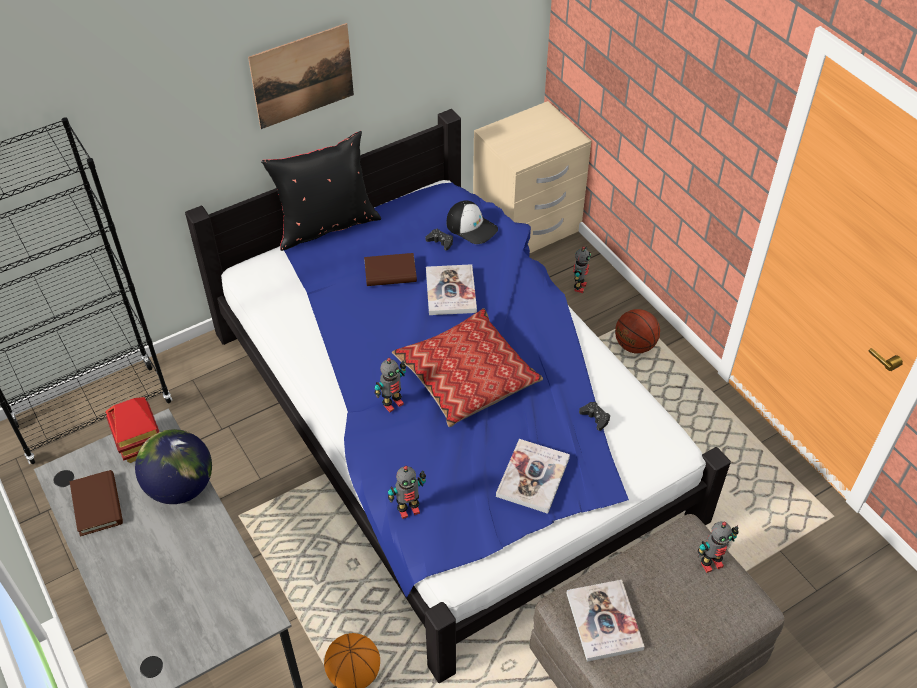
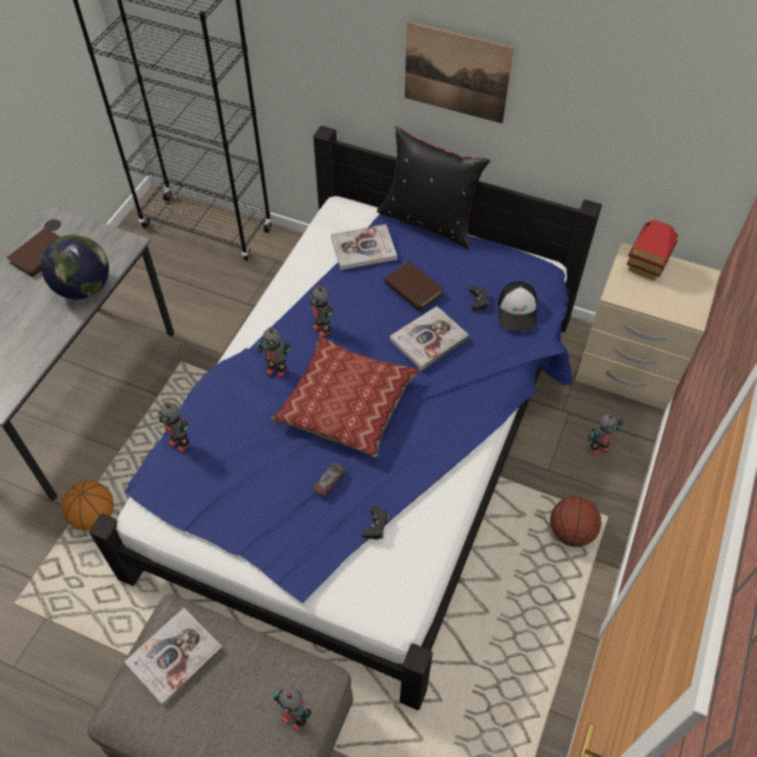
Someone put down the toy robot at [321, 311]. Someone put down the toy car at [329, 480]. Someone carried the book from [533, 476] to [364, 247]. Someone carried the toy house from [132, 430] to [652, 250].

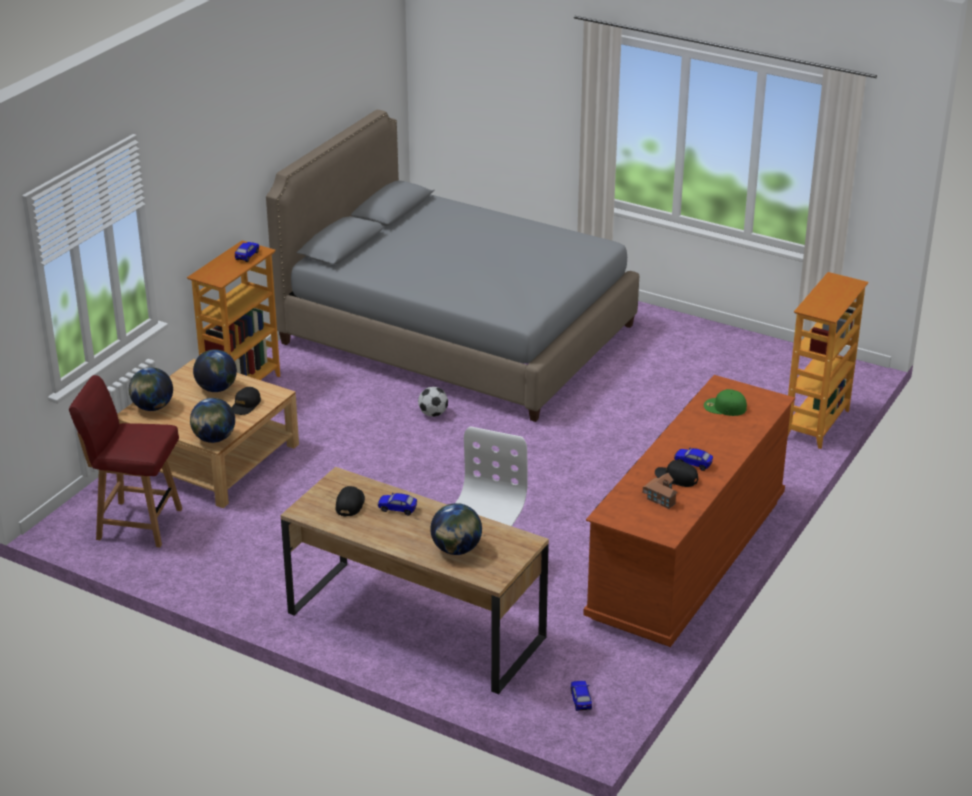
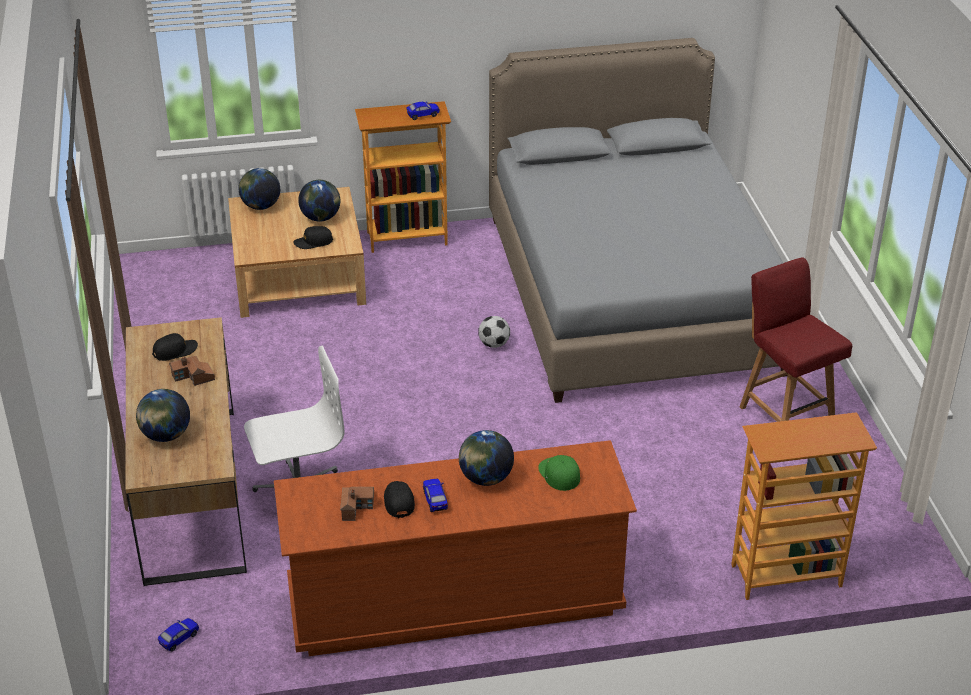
Someone swapped the toy car at [397, 504] for the toy house at [192, 371]. Someone carried the globe from [212, 420] to [486, 458]. Someone carried the red chair from [125, 461] to [796, 339].

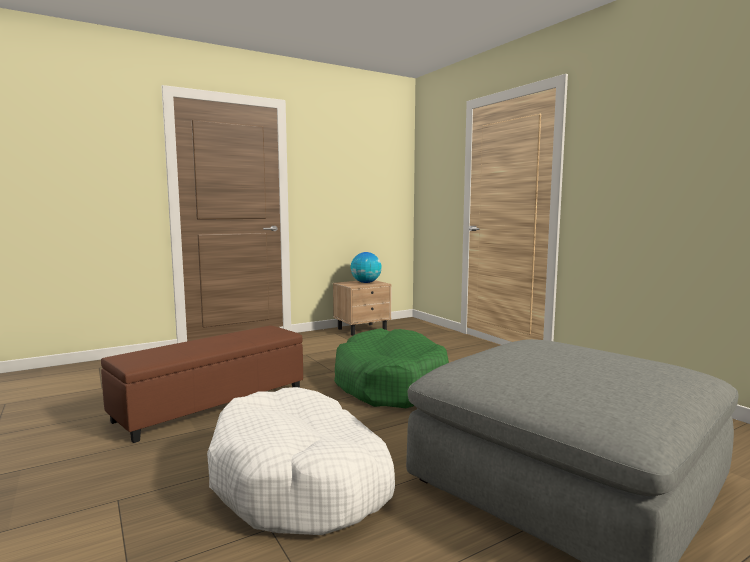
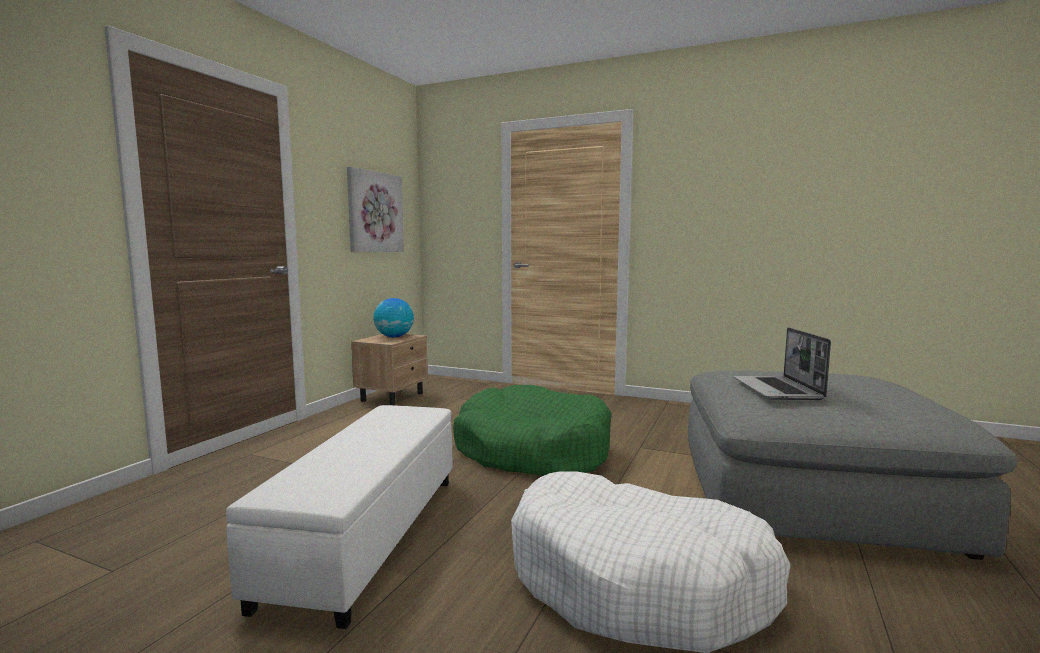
Someone repainted the brown ottoman at [202, 384], which became the white ottoman at [339, 517]. Someone put up the picture at [375, 209]. Someone put down the laptop at [782, 363].

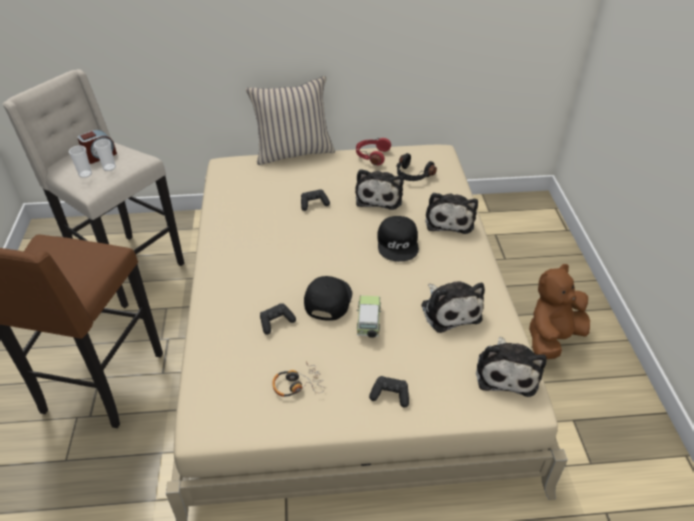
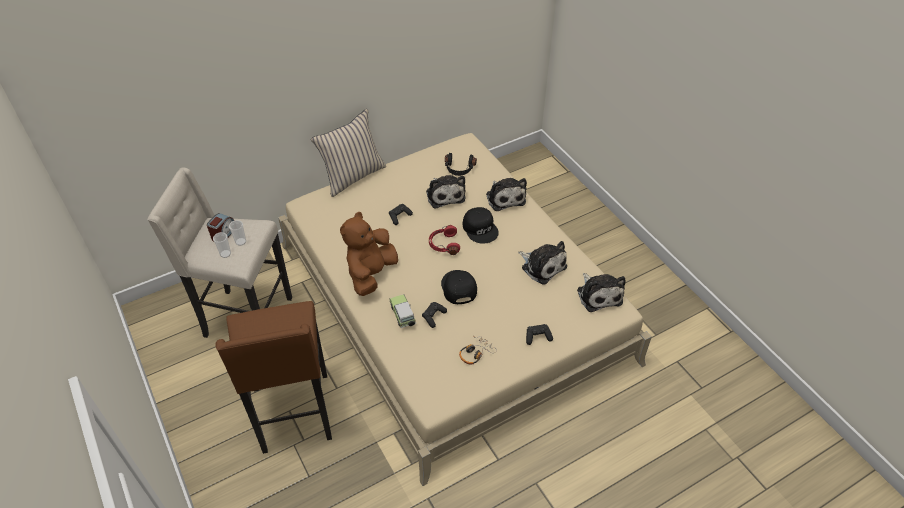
Someone carried the brown plush toy from [559, 311] to [369, 254]. Someone carried the toy car from [369, 316] to [403, 311]. Someone carried the red headphones from [373, 151] to [444, 240].

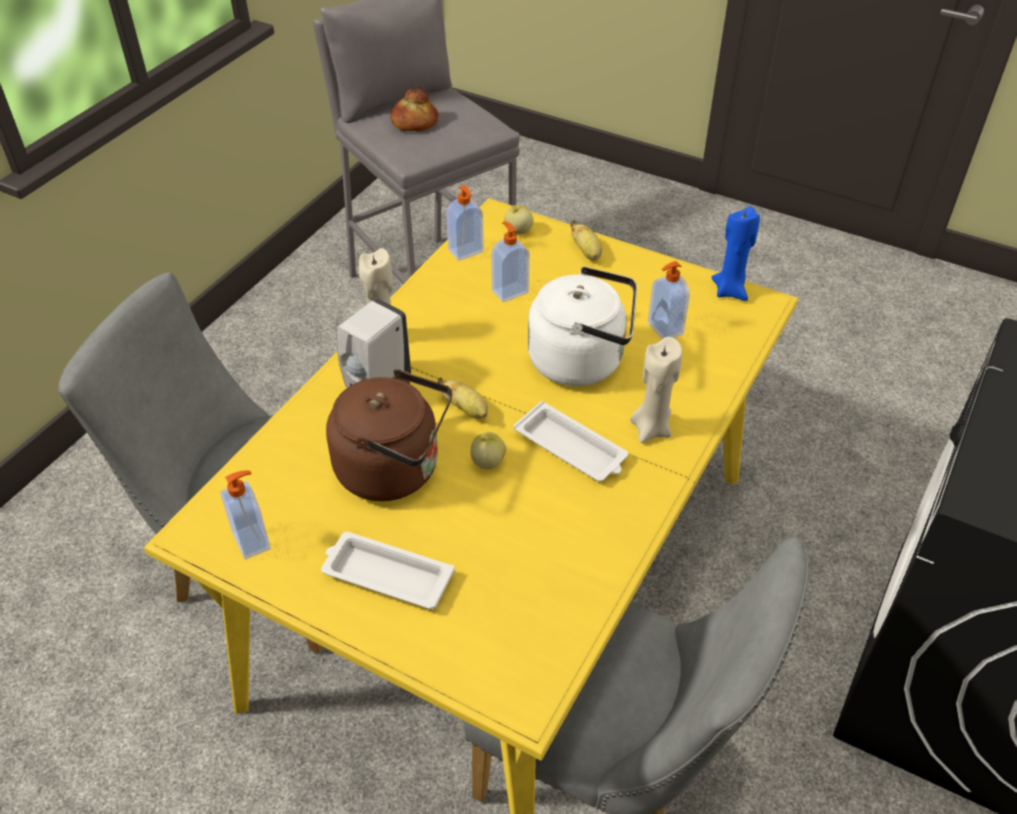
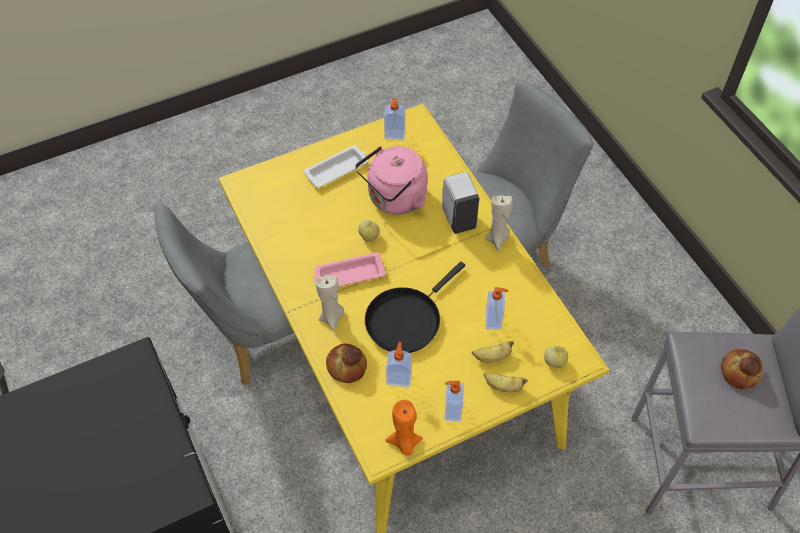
Someone repainted the white tray at [570, 441], which became the pink tray at [350, 269]. Someone put down the bread at [346, 363]. Someone repainted the brown kettle at [389, 435], which became the pink kettle at [391, 180]. Someone swapped the white kettle at [582, 326] for the black frying pan at [415, 307]. Someone repainted the blue candle at [735, 253], which became the orange candle at [404, 427]. Someone carried the soap dispenser from [465, 223] to [454, 401]. Someone carried the banana from [463, 397] to [493, 352].

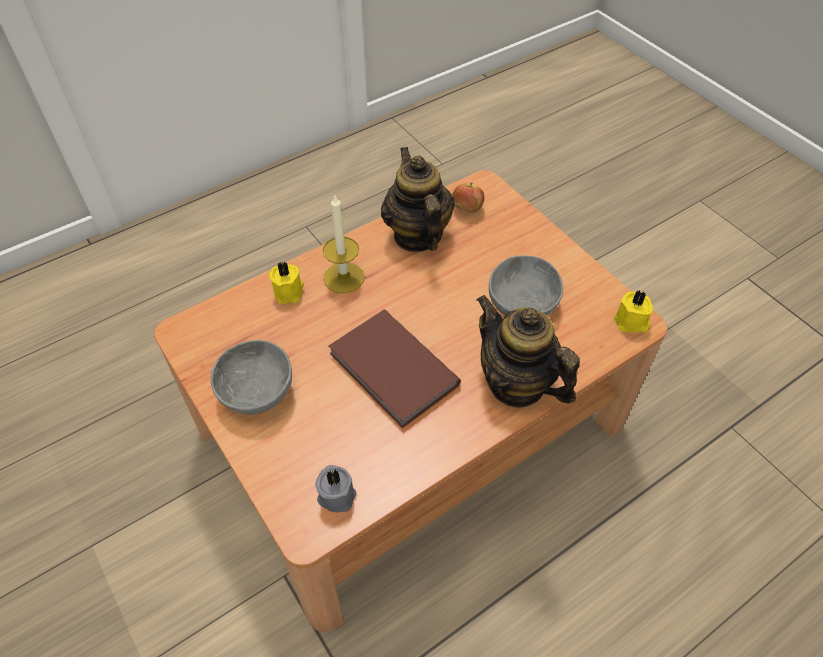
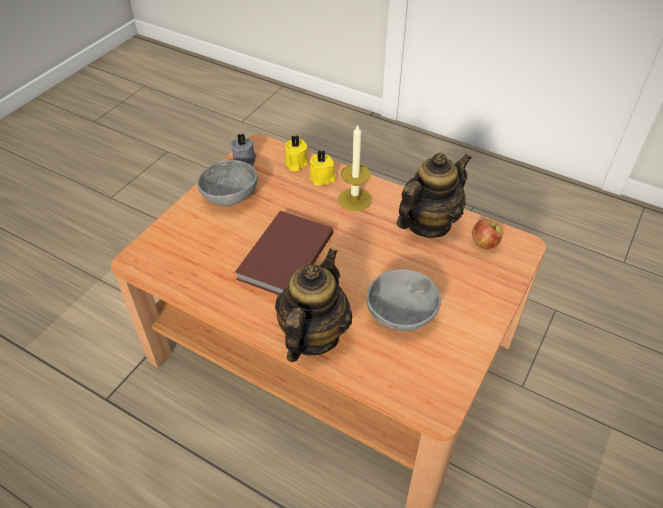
Someone carried the grey candle from [335, 488] to [243, 150]. Someone carried the yellow candle from [633, 311] to [296, 153].

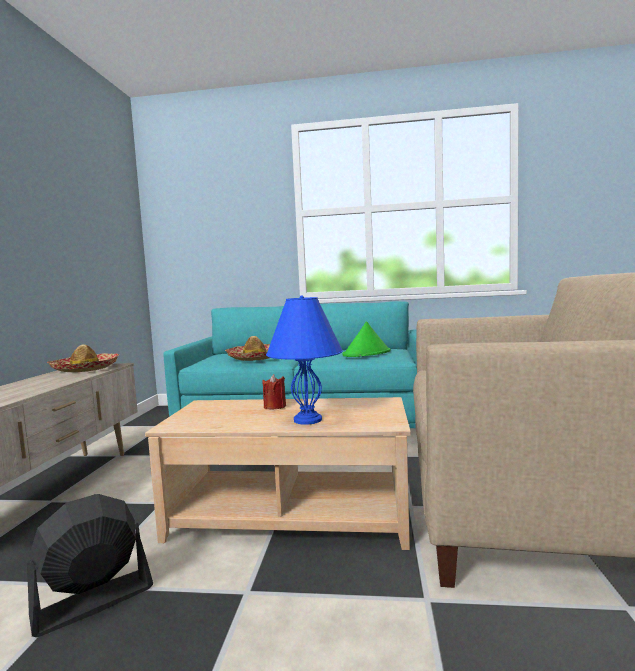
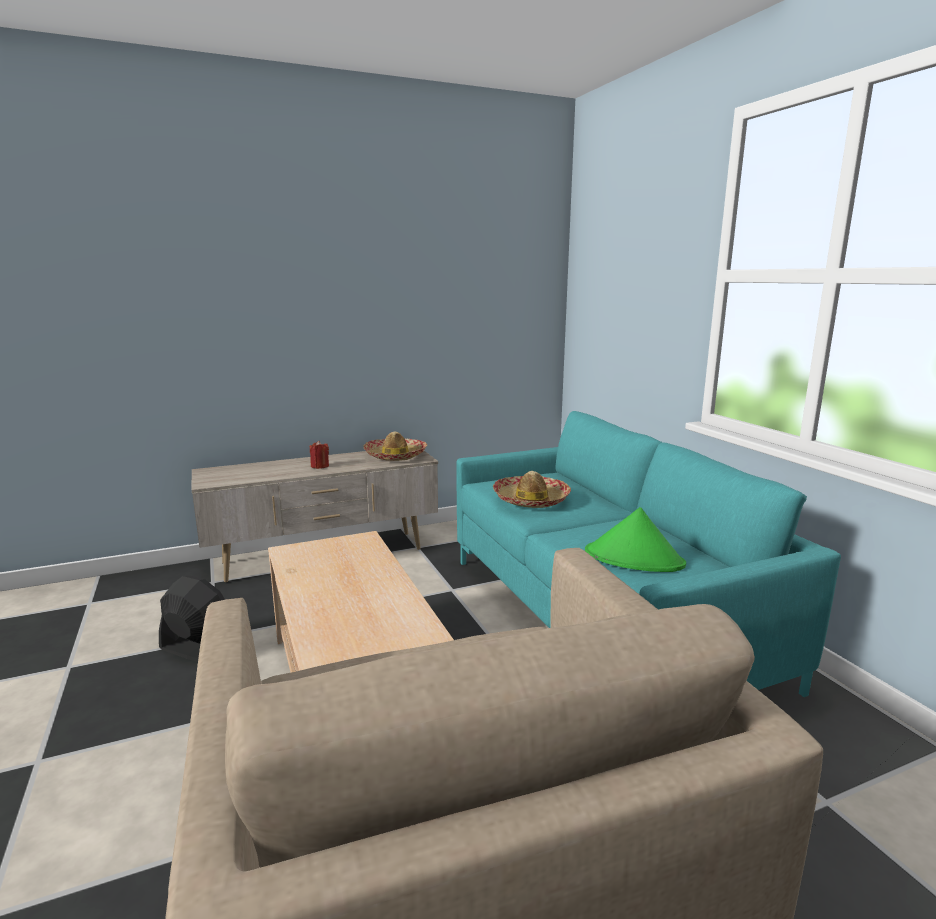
Someone carried the red candle from [274, 391] to [319, 455]. Someone took away the blue table lamp at [304, 360].

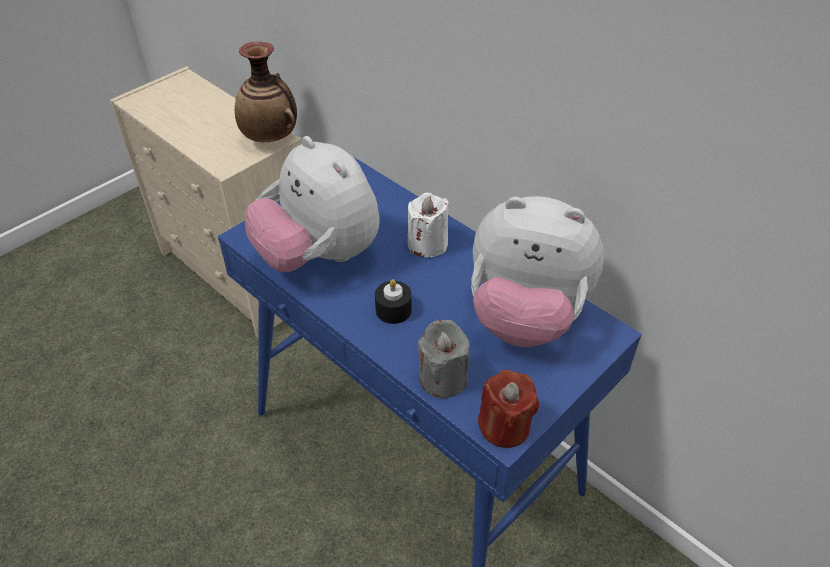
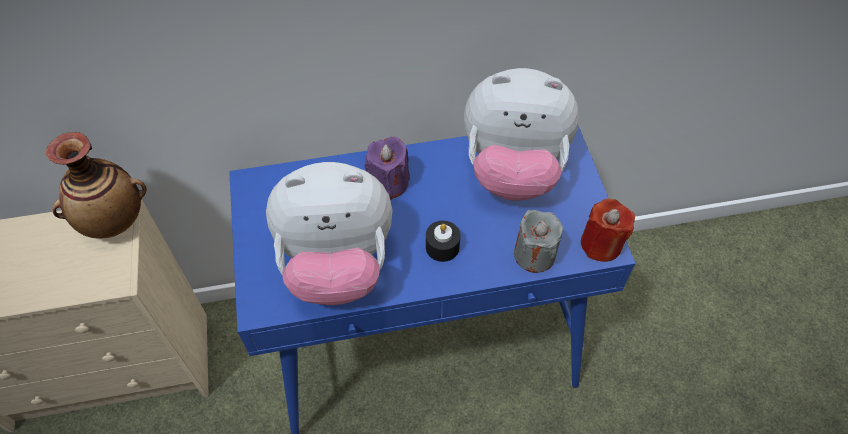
Someone repainted the white candle at [429, 225], which became the purple candle at [387, 168]. Someone rotated the plush toy at [537, 271] by 45 degrees clockwise.

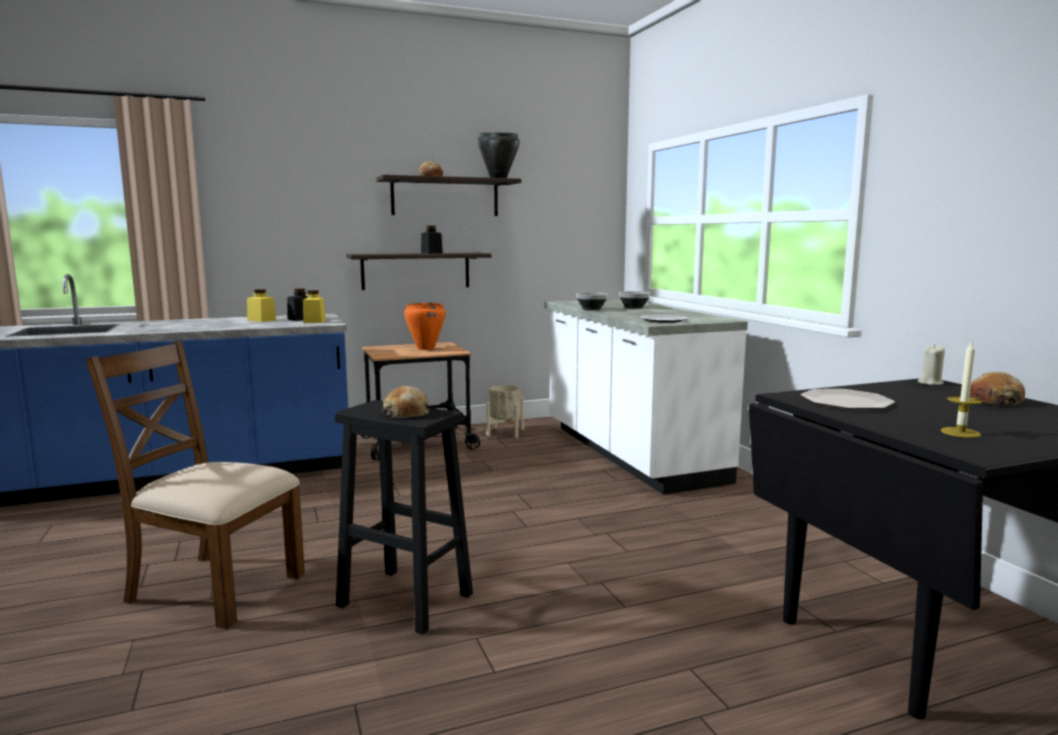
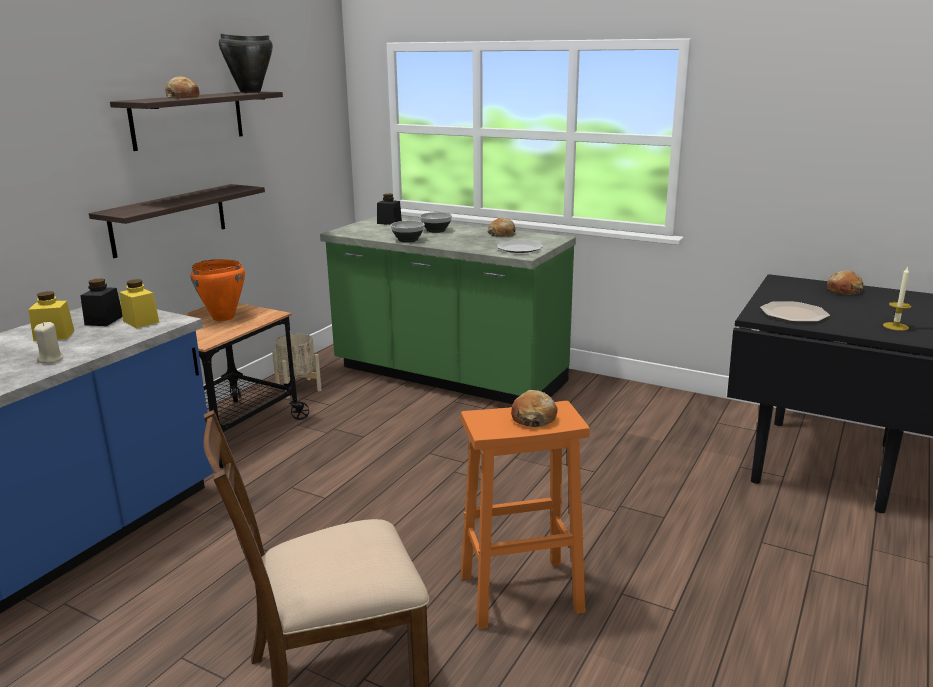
Someone carried the beige candle from [931, 365] to [48, 342]. Someone repainted the white counter at [646, 397], which became the green counter at [448, 310]. Someone carried the black jar from [432, 240] to [389, 209]. Someone repainted the black stool at [404, 517], which became the orange stool at [525, 515]. Someone put down the bread at [502, 227].

